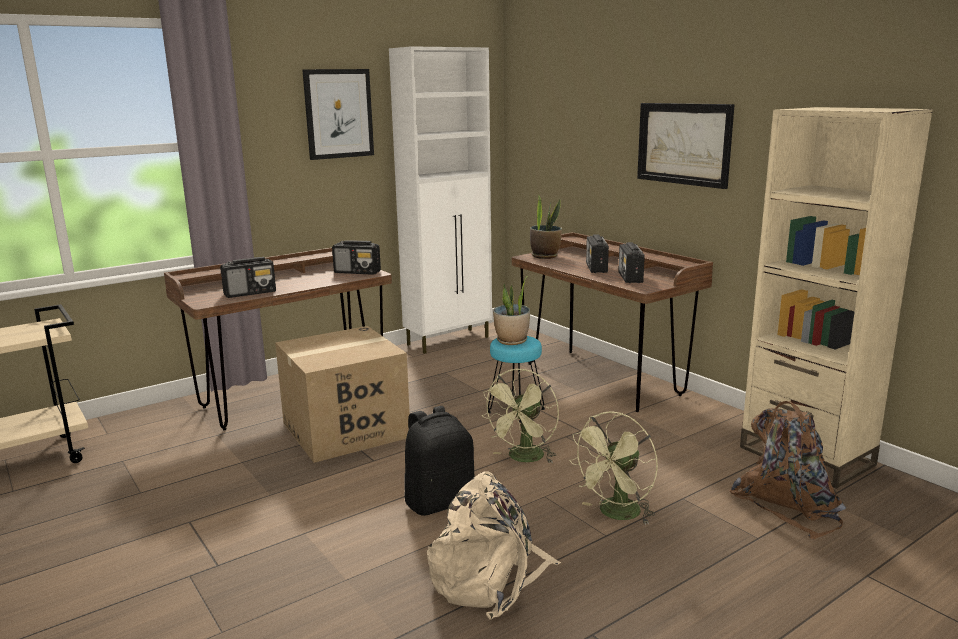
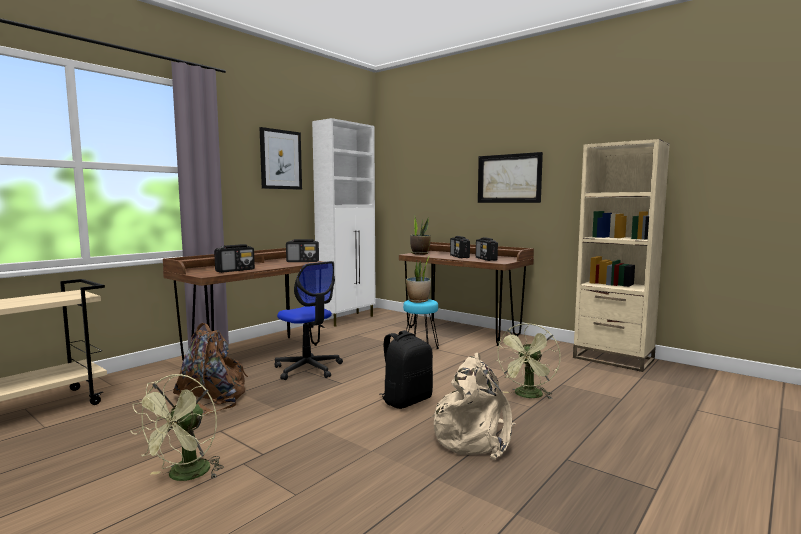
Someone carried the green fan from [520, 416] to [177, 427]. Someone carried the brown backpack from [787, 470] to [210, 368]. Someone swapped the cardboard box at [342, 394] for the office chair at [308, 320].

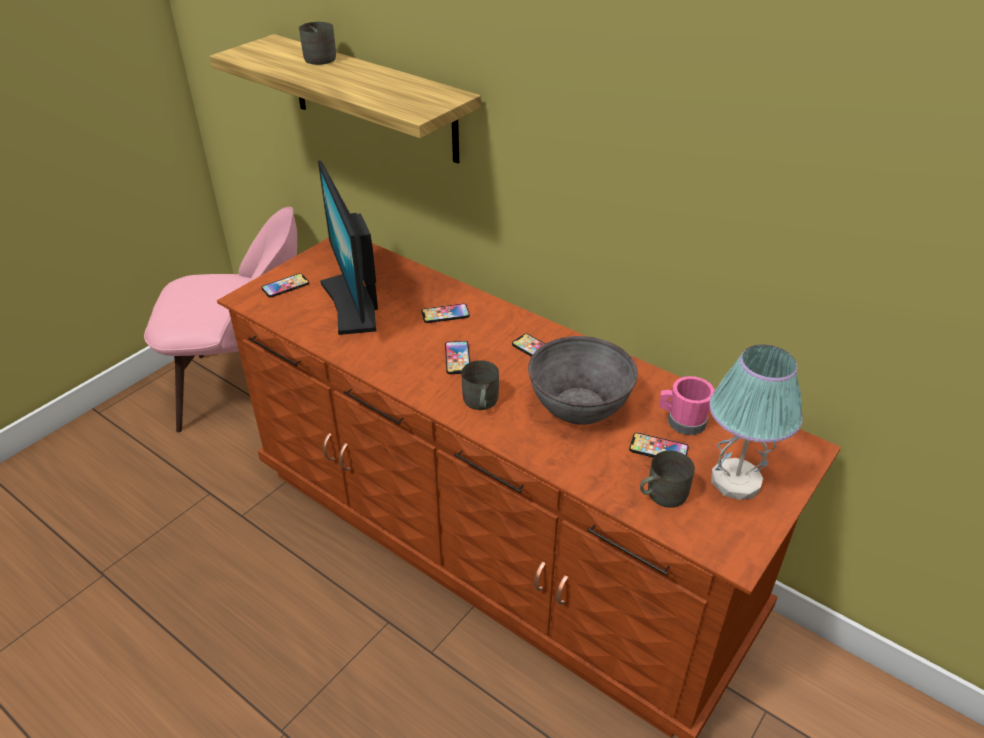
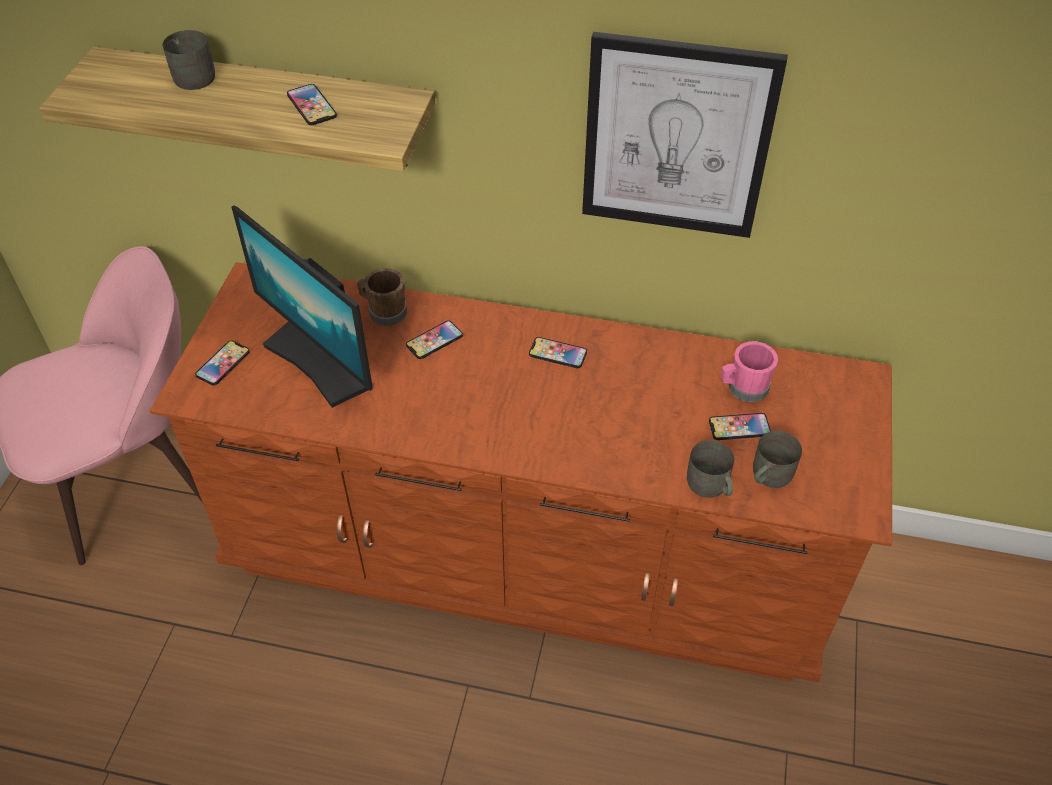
Someone carried the phone from [457, 357] to [312, 104]. Someone put down the brown mug at [382, 297]. Someone put up the picture at [685, 135]. Someone carried the grey mug from [480, 385] to [710, 469]. Someone took away the grey bowl at [583, 380]. Someone took away the table lamp at [756, 422].

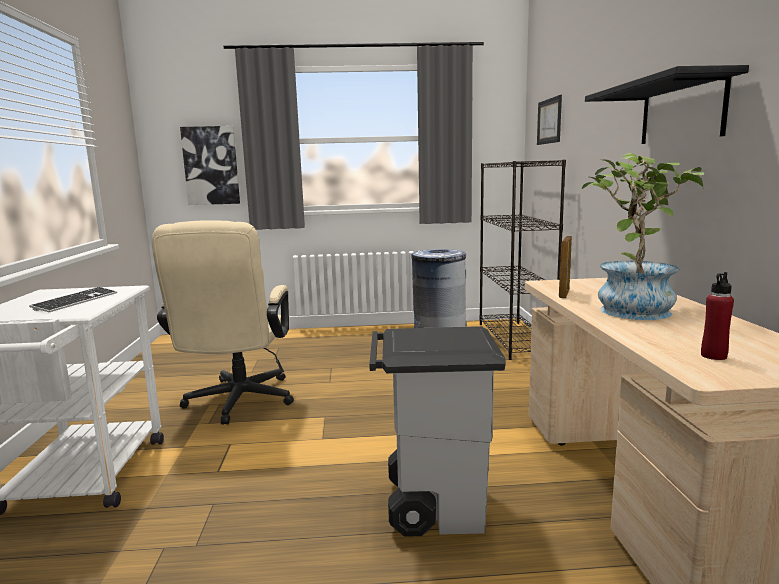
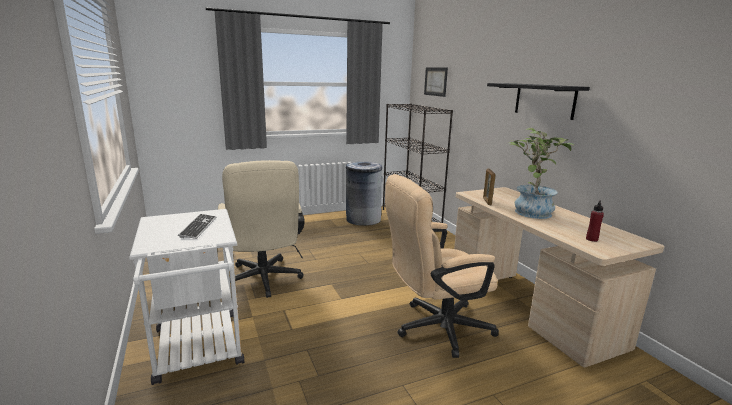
Someone swapped the grey trash can at [437, 431] for the beige office chair at [442, 266]. Someone took away the picture at [210, 165].

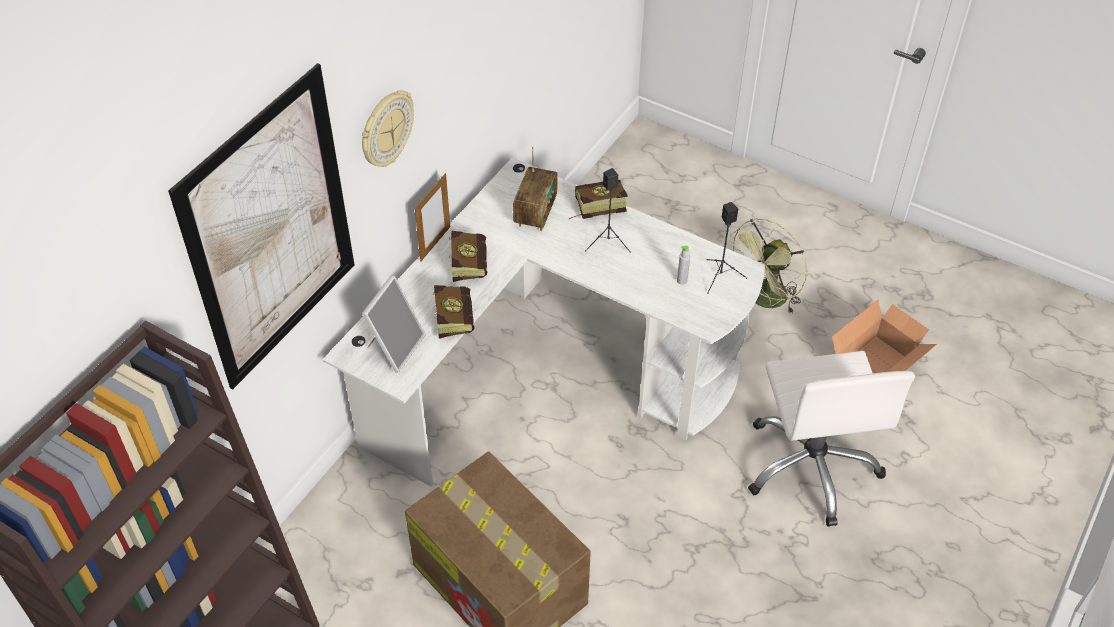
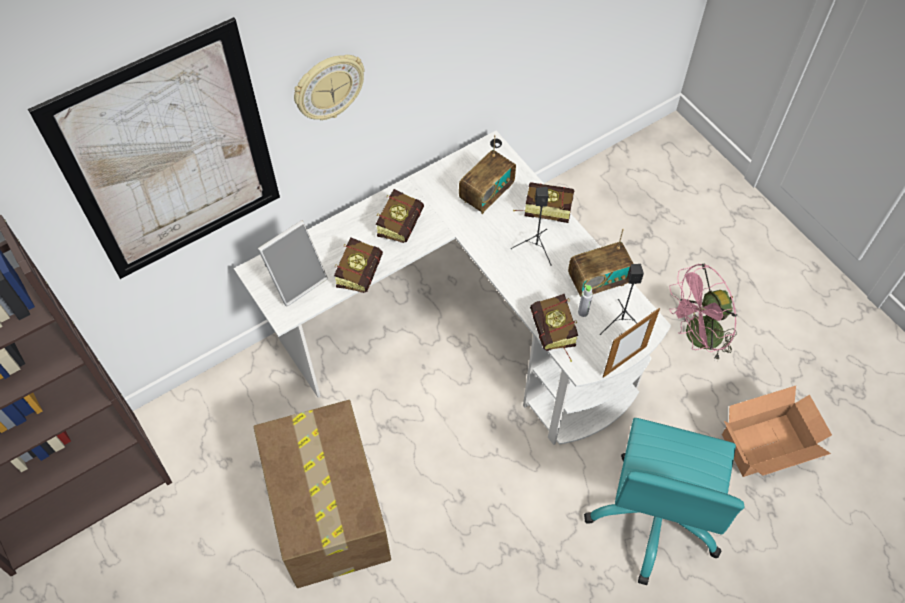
Someone put down the book at [554, 328]. Someone put down the radio at [601, 263]. Someone repainted the white office chair at [831, 439], which became the turquoise office chair at [664, 501]. Someone carried the picture frame from [432, 217] to [631, 343]. Someone repainted the green fan at [769, 266], which became the pink fan at [703, 312].

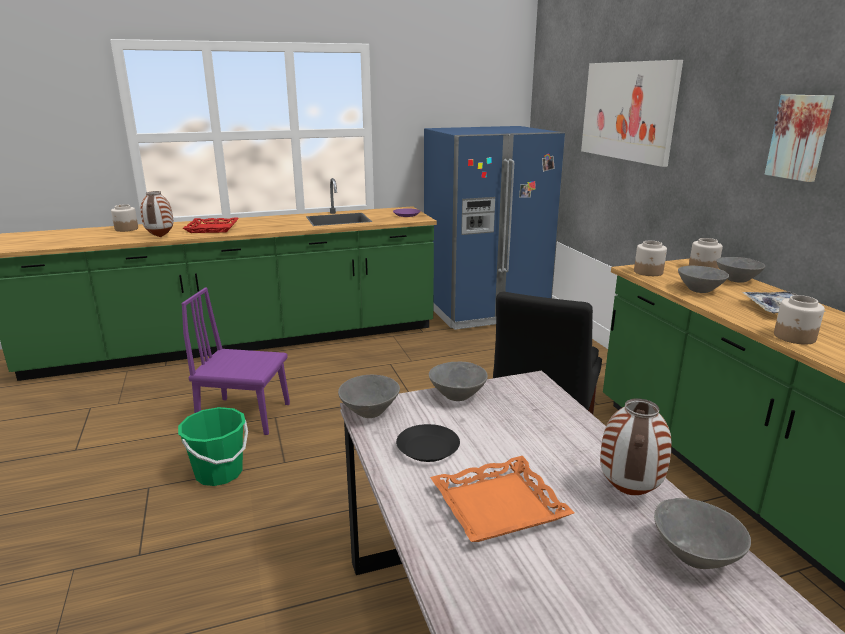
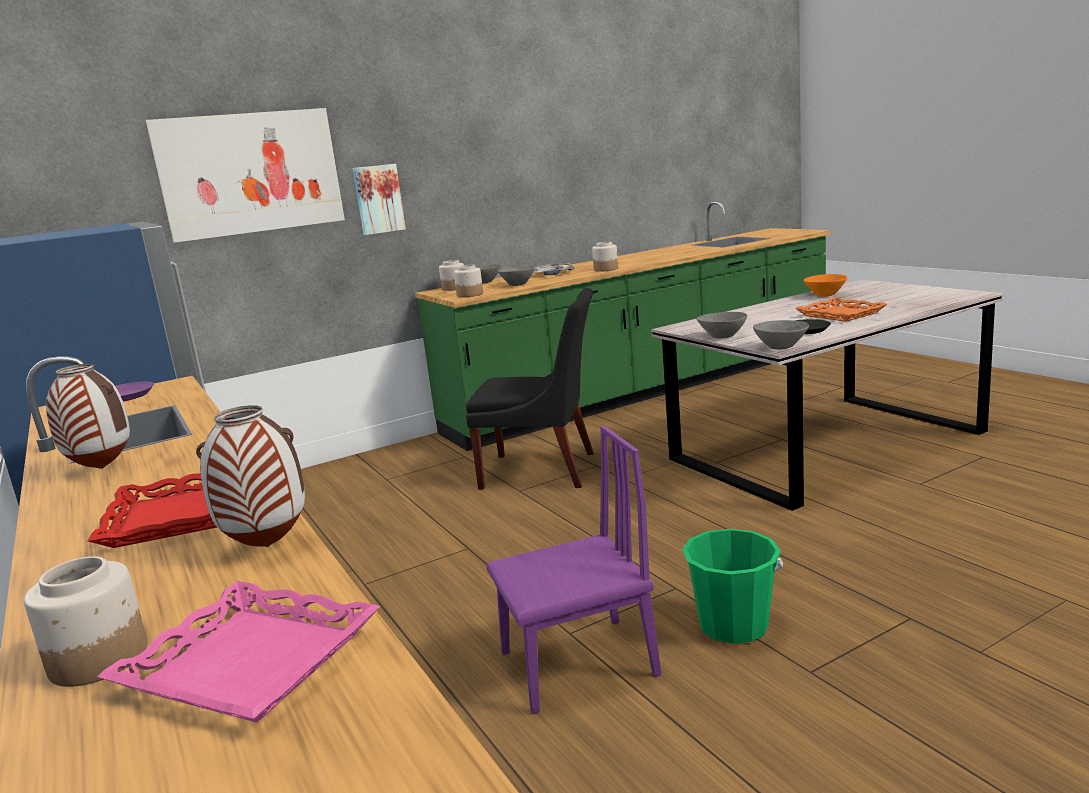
Someone carried the vase from [636, 446] to [88, 416]. Someone put down the pink tray at [238, 652]. Someone carried the picture from [799, 138] to [379, 199]. Someone rotated the purple chair at [235, 361] by 105 degrees counterclockwise. Someone repainted the grey bowl at [702, 533], which became the orange bowl at [825, 285].

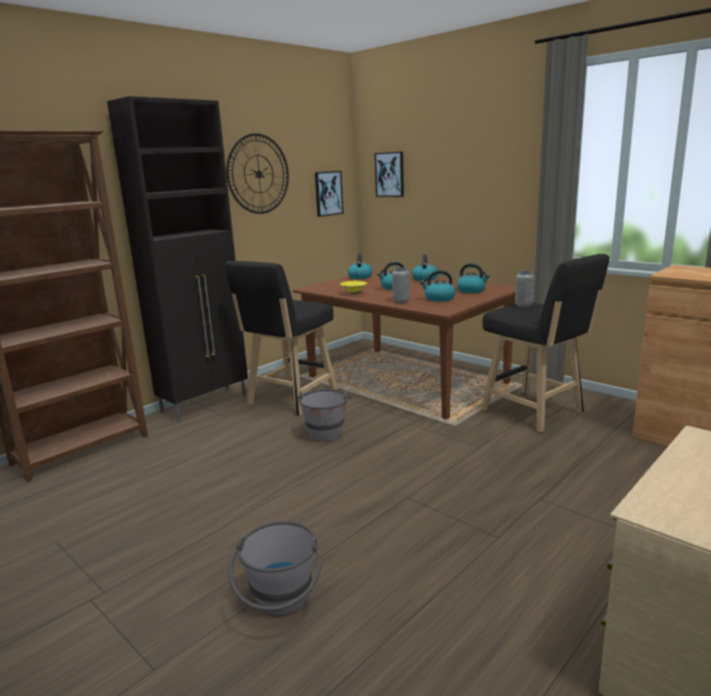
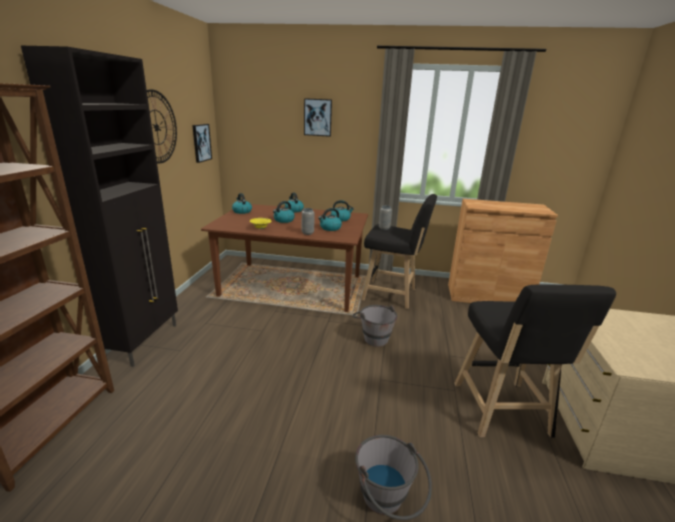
Someone carried the picture from [389, 174] to [318, 117]. Someone carried the grey bucket from [324, 415] to [374, 326]. Someone carried the black stool from [281, 338] to [535, 361].

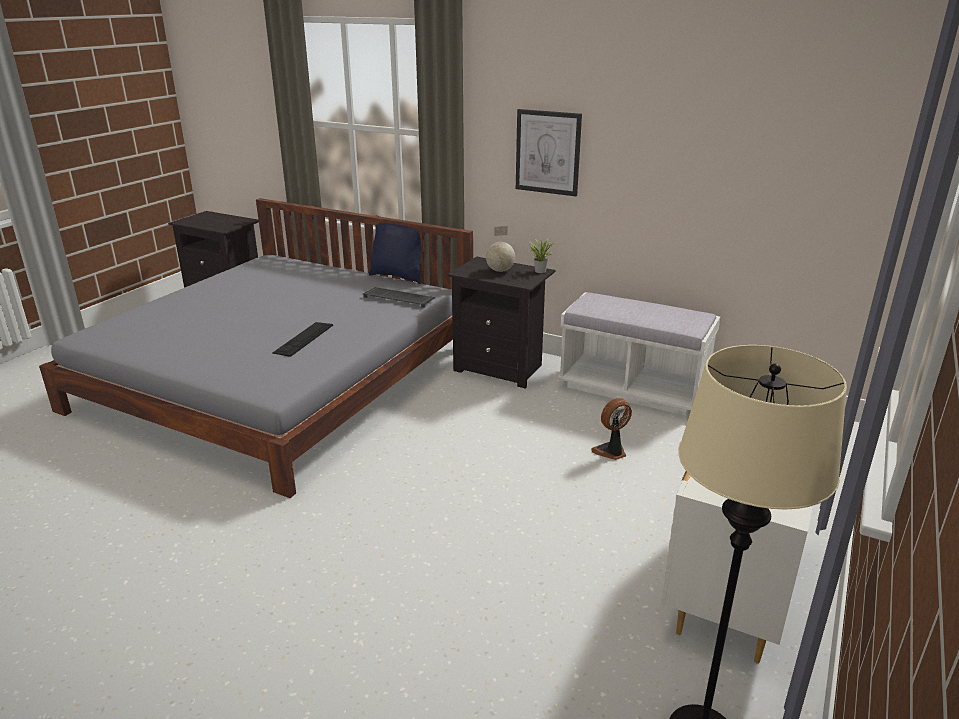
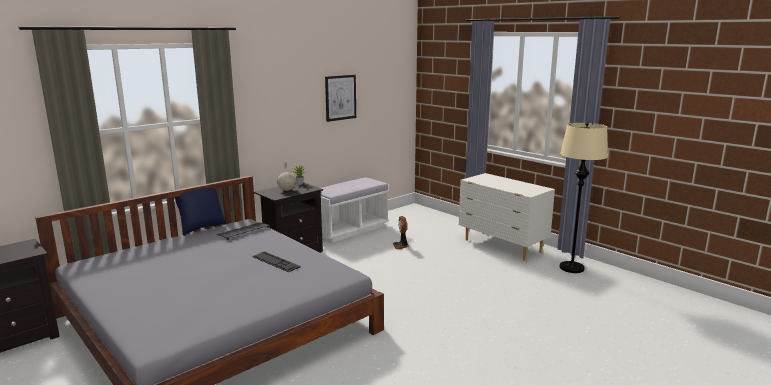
Someone carried the picture from [549, 152] to [340, 98].

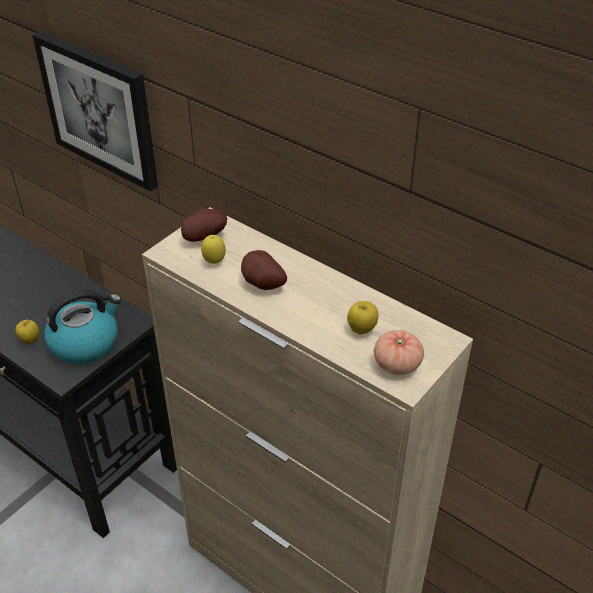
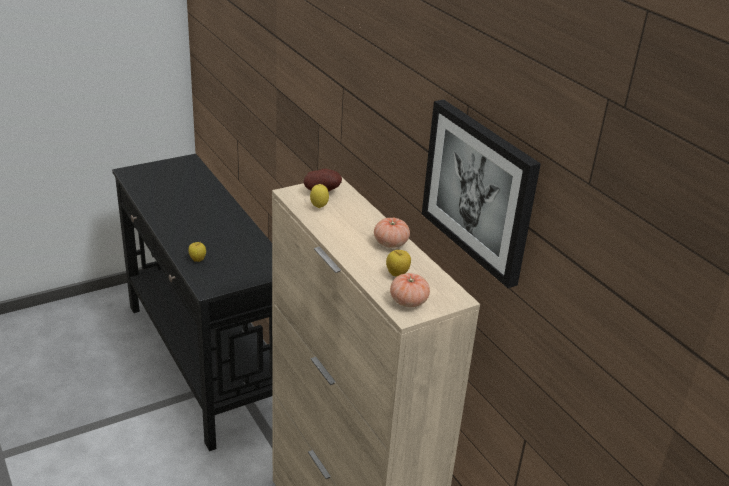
Someone put down the tomato at [392, 233]. Someone carried the picture from [95, 111] to [481, 193]. Someone took away the kettle at [83, 326]. Someone took away the potato at [264, 270].

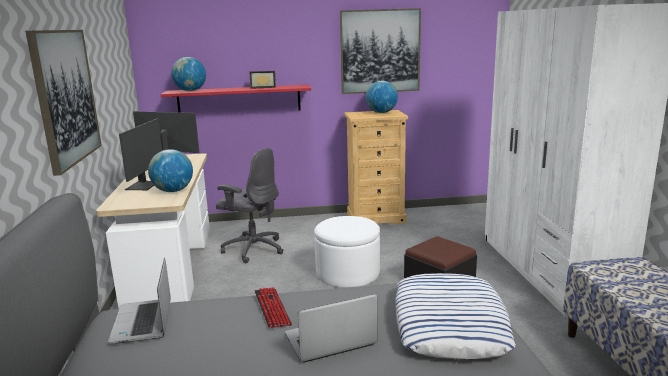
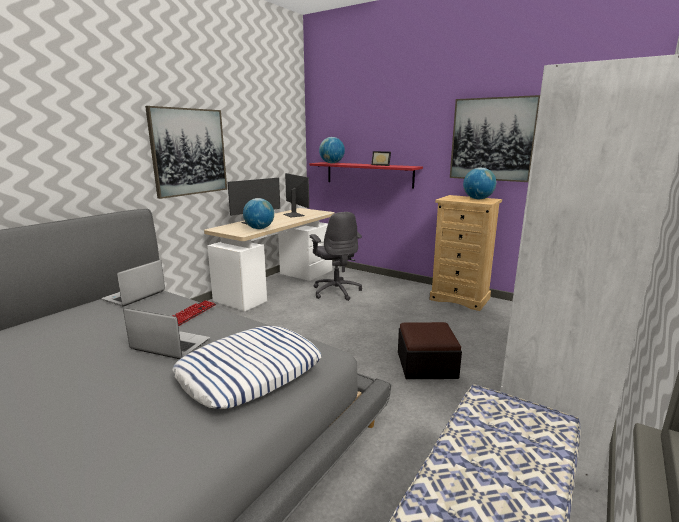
Someone took away the white ottoman at [347, 252].

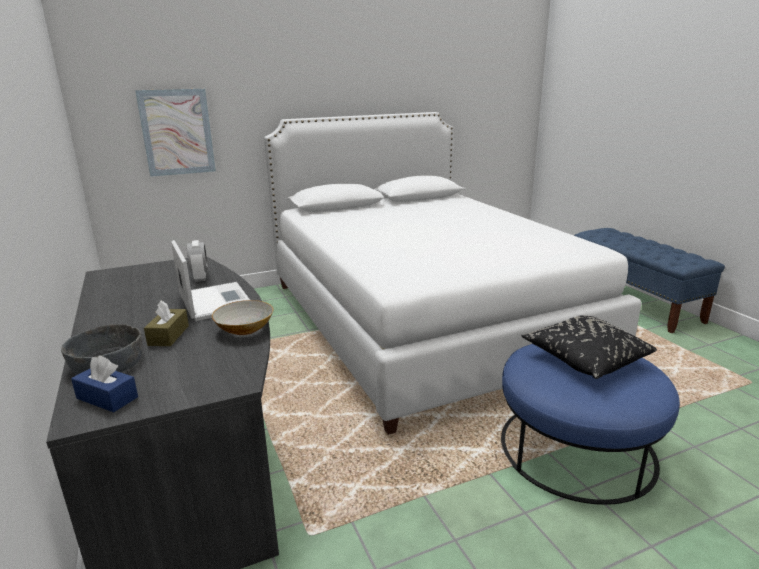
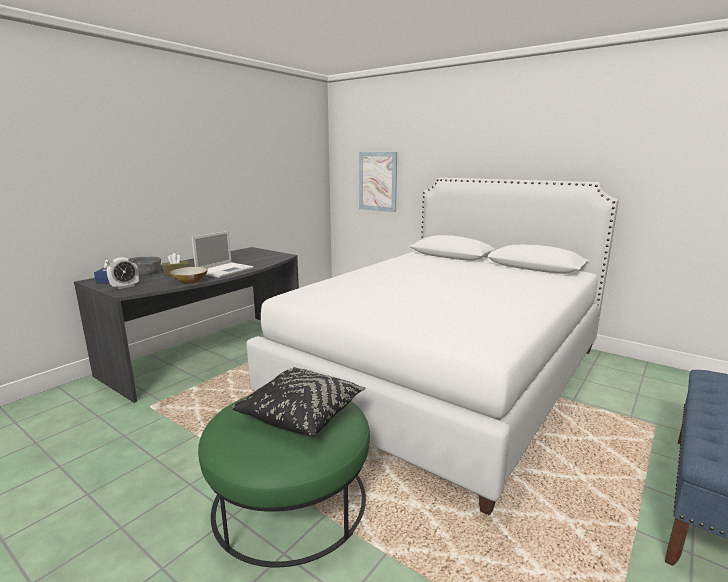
Someone carried the alarm clock from [197, 261] to [123, 273]. Someone repainted the blue ottoman at [590, 424], which became the green ottoman at [284, 481].

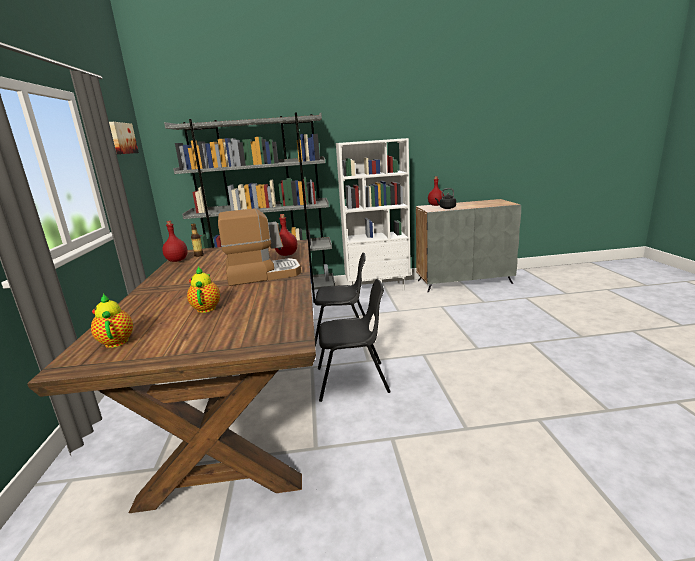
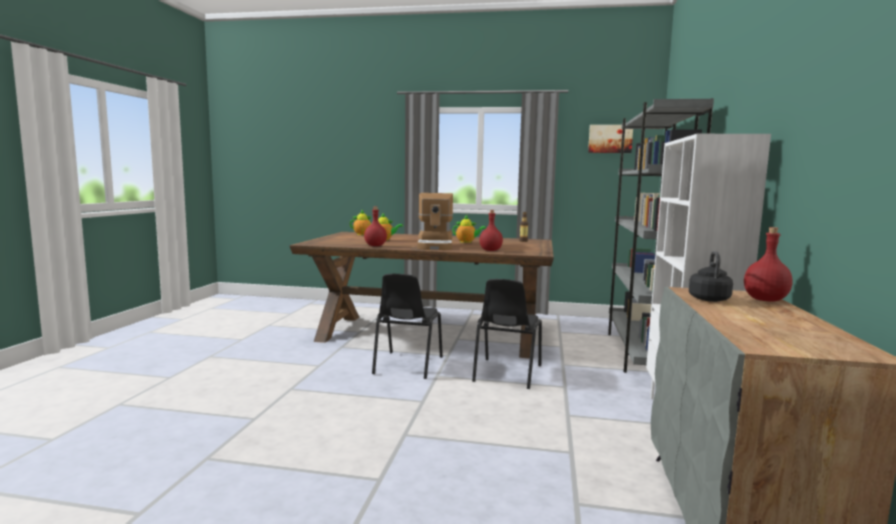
Someone carried the red bottle from [174, 241] to [375, 226]. Someone put down the teapot at [469, 229].

